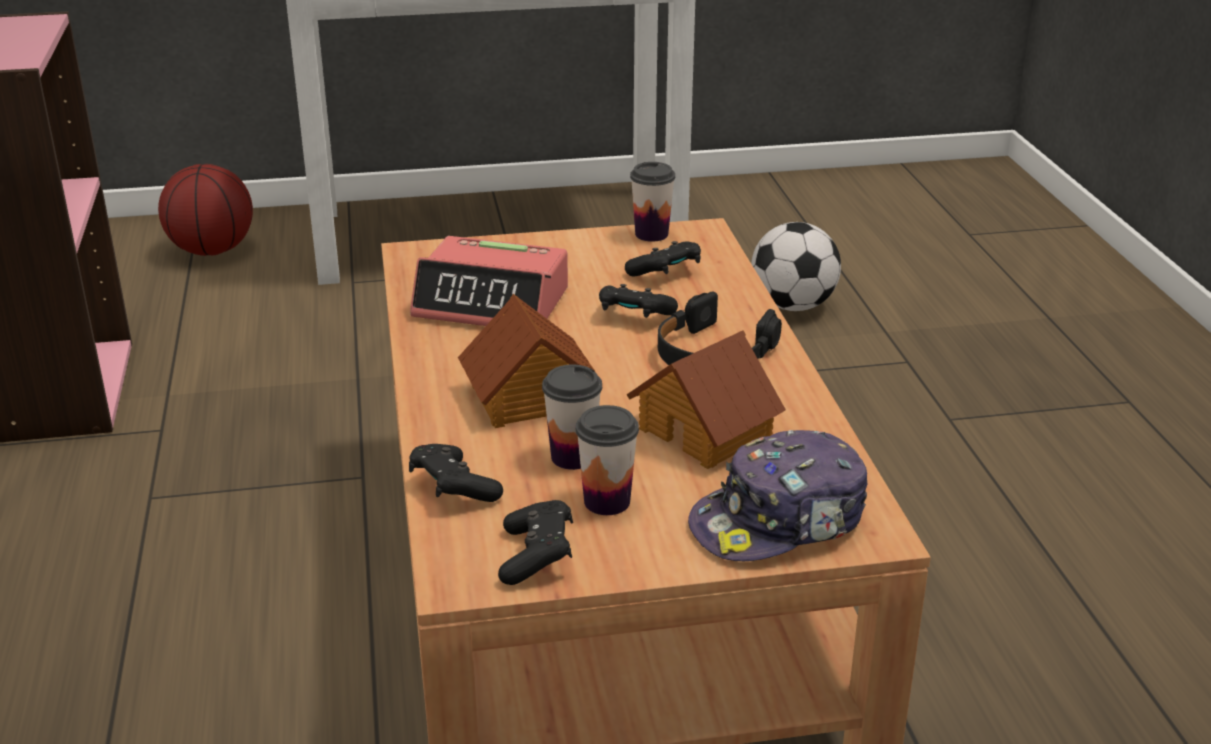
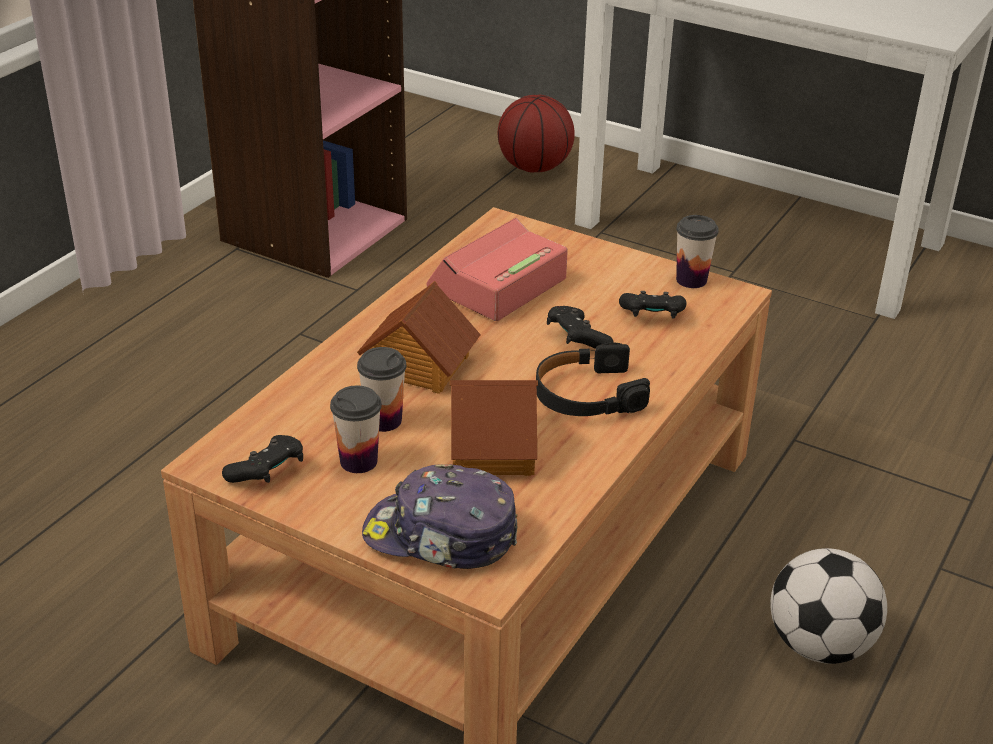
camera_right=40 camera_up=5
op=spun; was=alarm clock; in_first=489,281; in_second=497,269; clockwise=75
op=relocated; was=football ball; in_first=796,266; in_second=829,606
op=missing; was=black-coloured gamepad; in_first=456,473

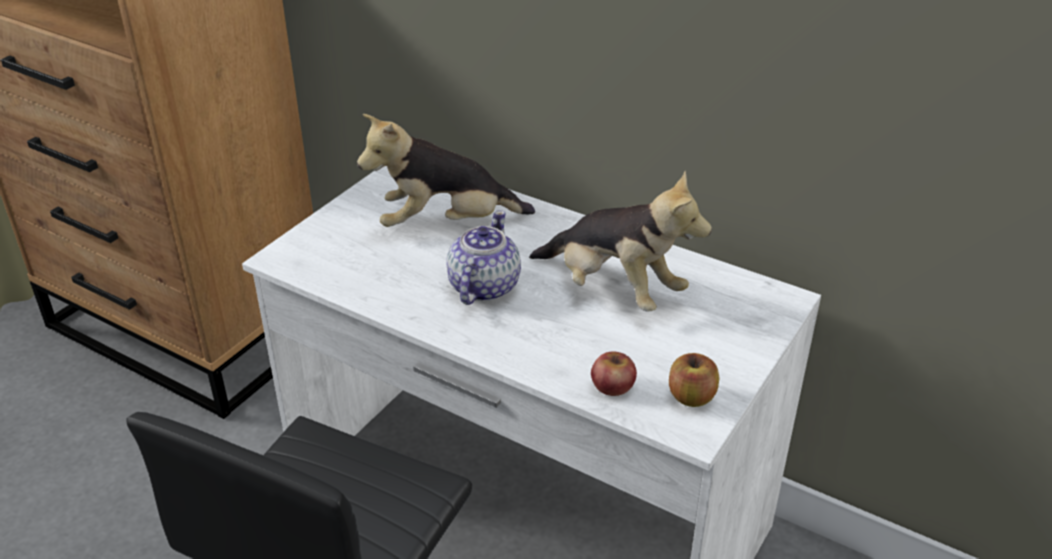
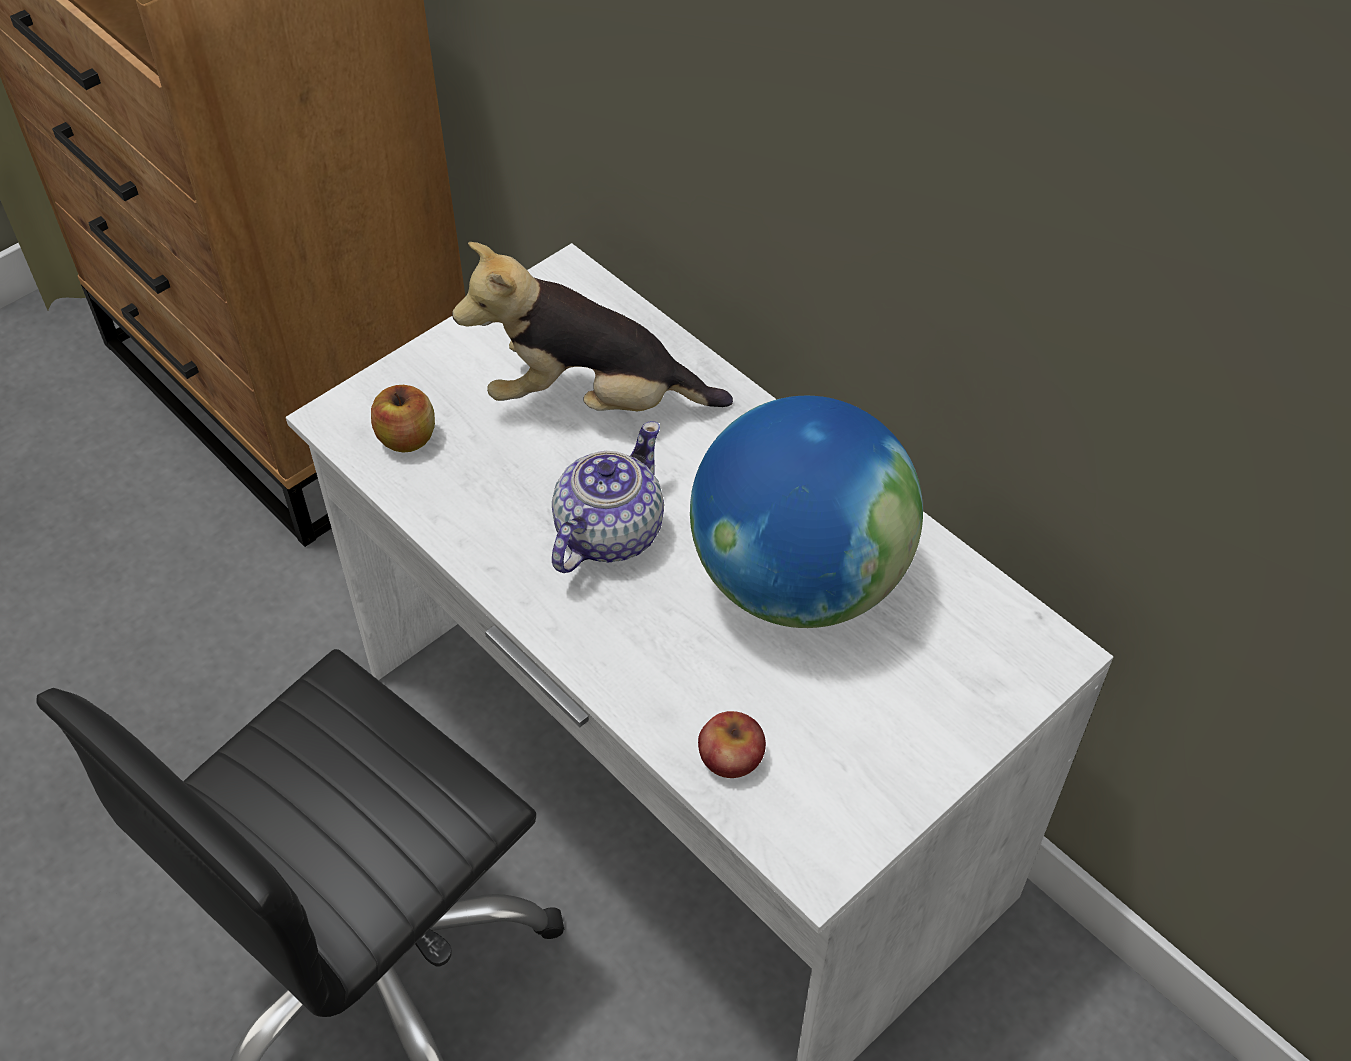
camera_right=15 camera_up=15
op=relocated; was=whole apple; in_first=694,380; in_second=403,419
op=exchanged; was=plush toy; now=globe; in_first=620,241; in_second=806,512

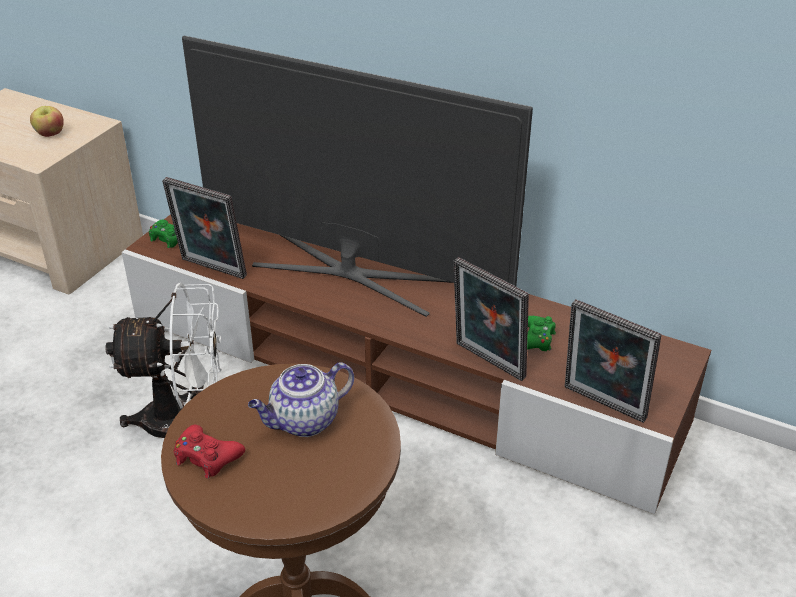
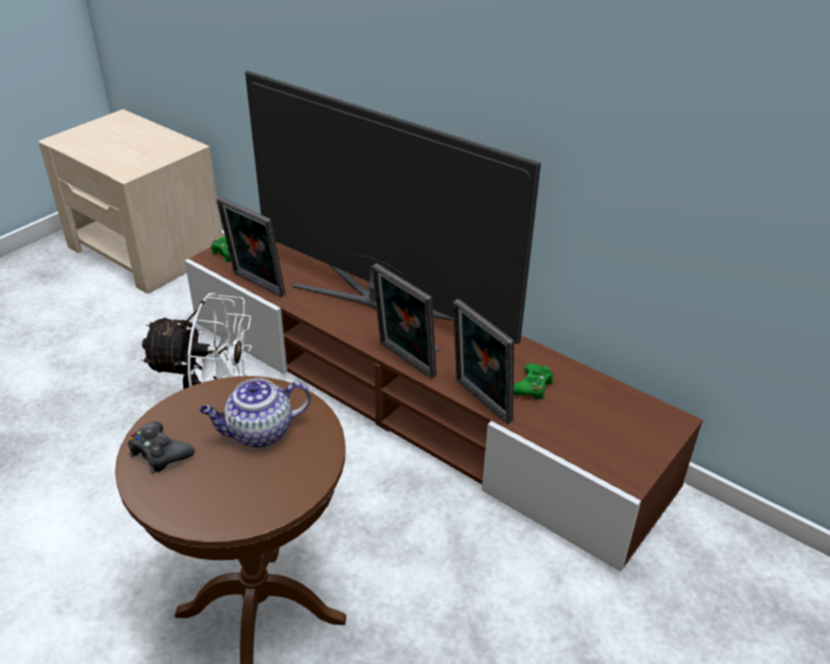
camera_right=10 camera_up=0
op=colour; was=red gamepad; now=black-coloured gamepad; in_first=209,452; in_second=161,447
op=relocated; was=photo frame; in_first=613,361; in_second=404,321
op=missing; was=whole apple; in_first=47,121

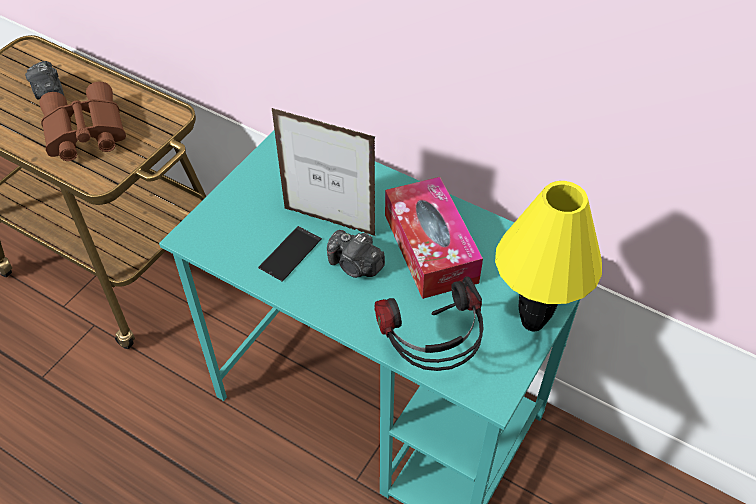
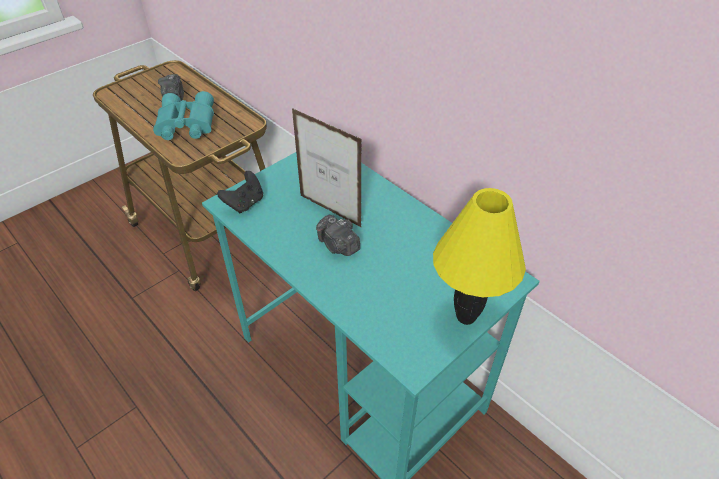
camera_right=15 camera_up=-5
op=colour; was=brown binoculars; now=turquoise-coloured binoculars; in_first=82,121; in_second=183,115
op=appeared; now=black-coloured gamepad; in_second=240,192
op=missing; was=handset; in_first=290,254
op=missing; was=headset; in_first=429,323
op=missing; was=tissue box; in_first=434,238

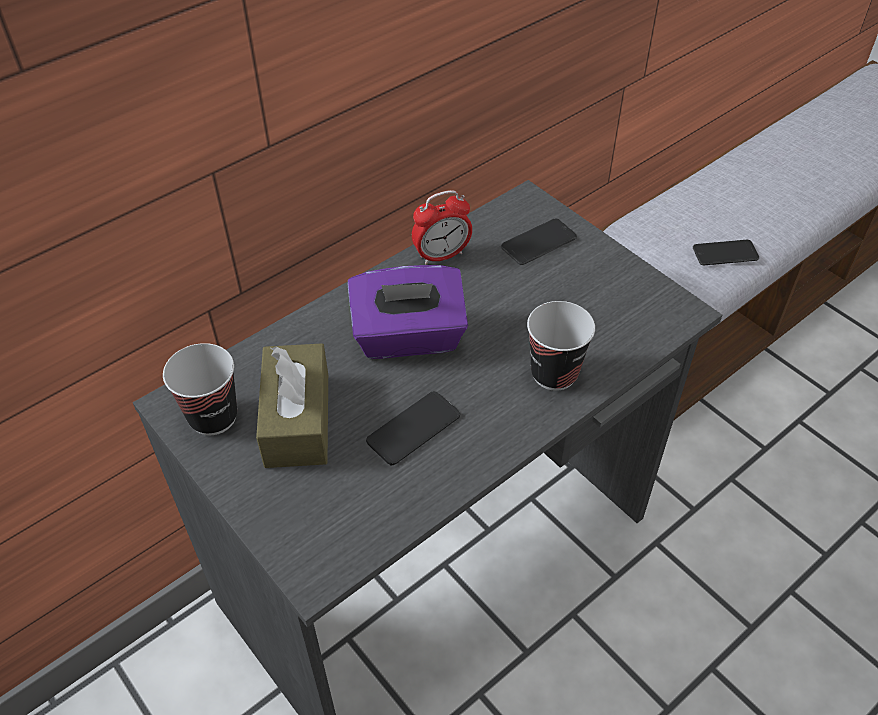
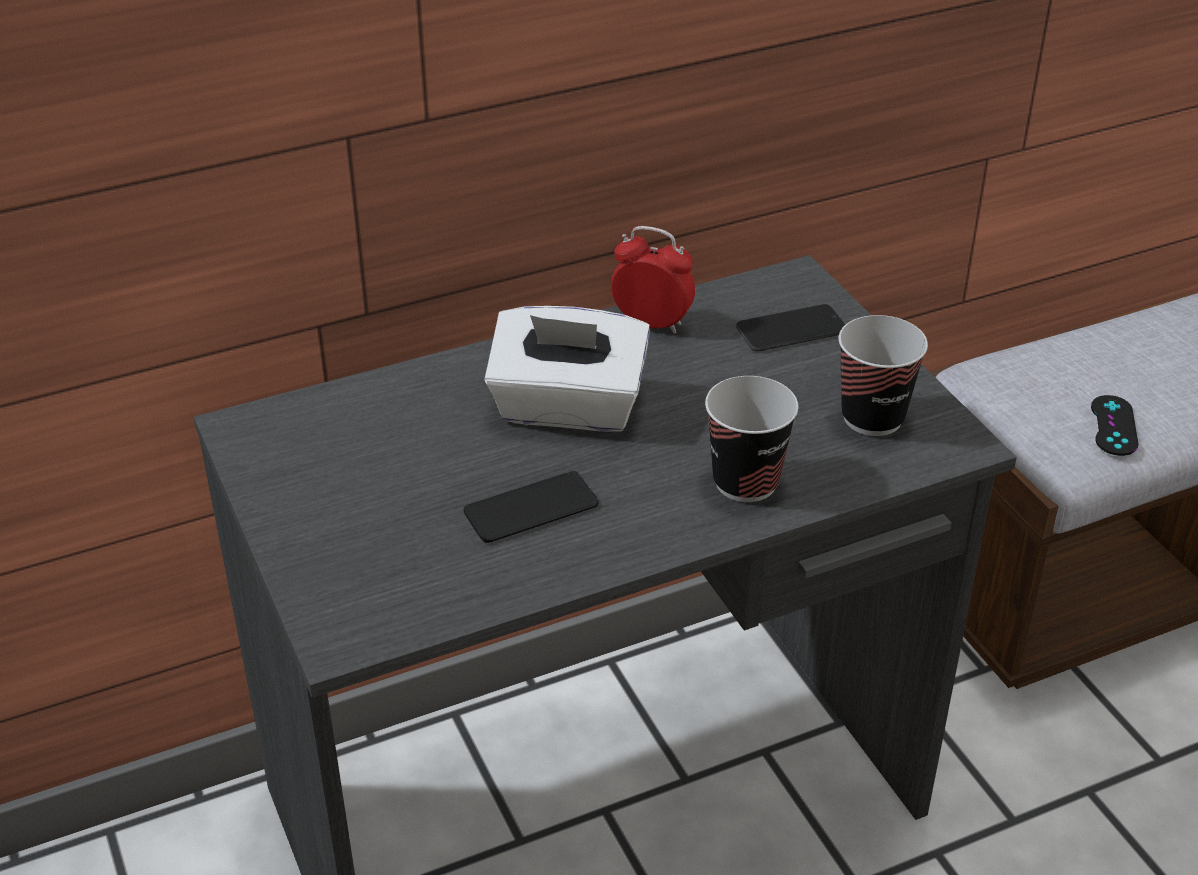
camera_right=15 camera_up=-10
op=colour; was=purple tissue box; now=whitish tissue box; in_first=408,312; in_second=567,369
op=spun; was=alarm clock; in_first=442,227; in_second=653,280; clockwise=-150
op=relocated; was=small cup; in_first=200,389; in_second=883,375
op=exchanged; was=handset; now=black-coloured gamepad; in_first=726,252; in_second=1114,425
op=missing; was=brown tissue box; in_first=292,405

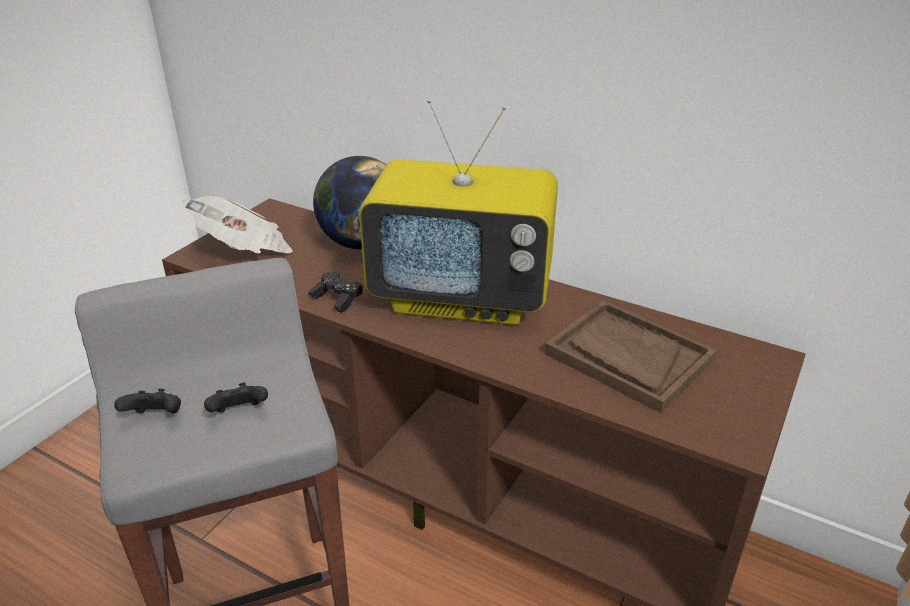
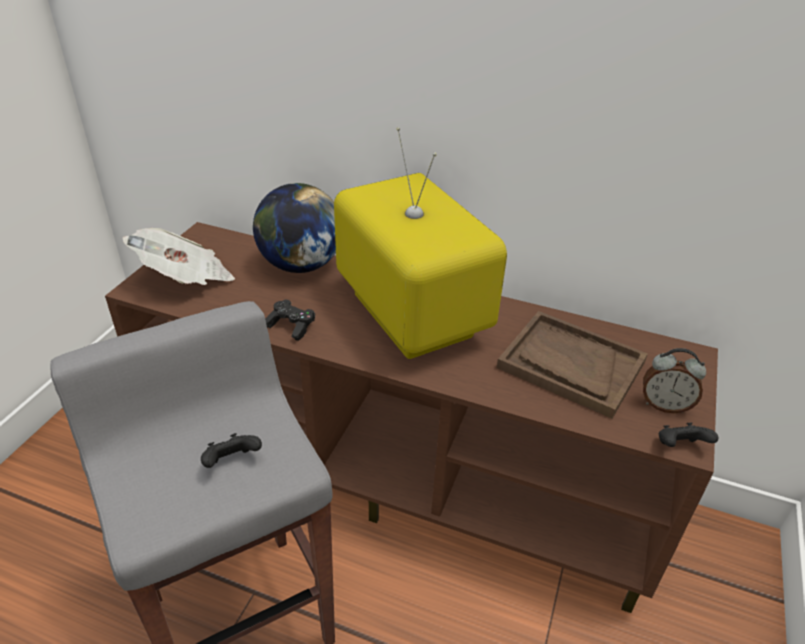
camera_right=-10 camera_up=5
op=spun; was=TV set; in_first=458,212; in_second=420,243; clockwise=-120
op=appeared; now=alarm clock; in_second=674,380
op=relocated; was=black-coloured gamepad; in_first=147,401; in_second=688,434

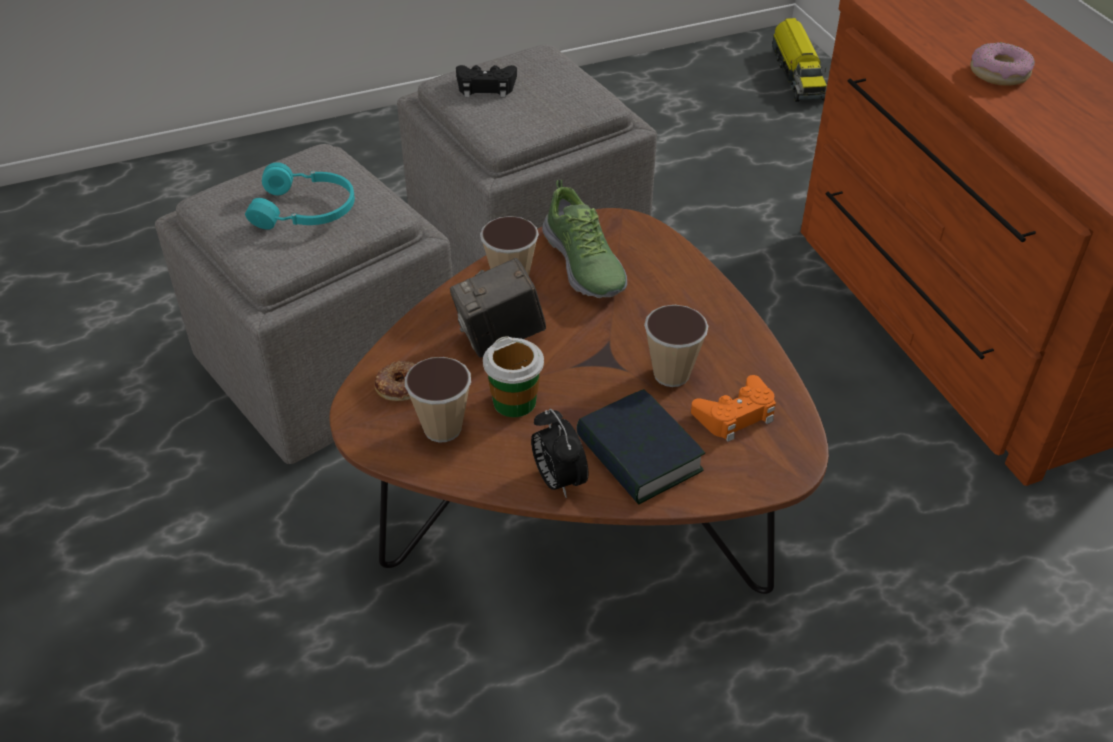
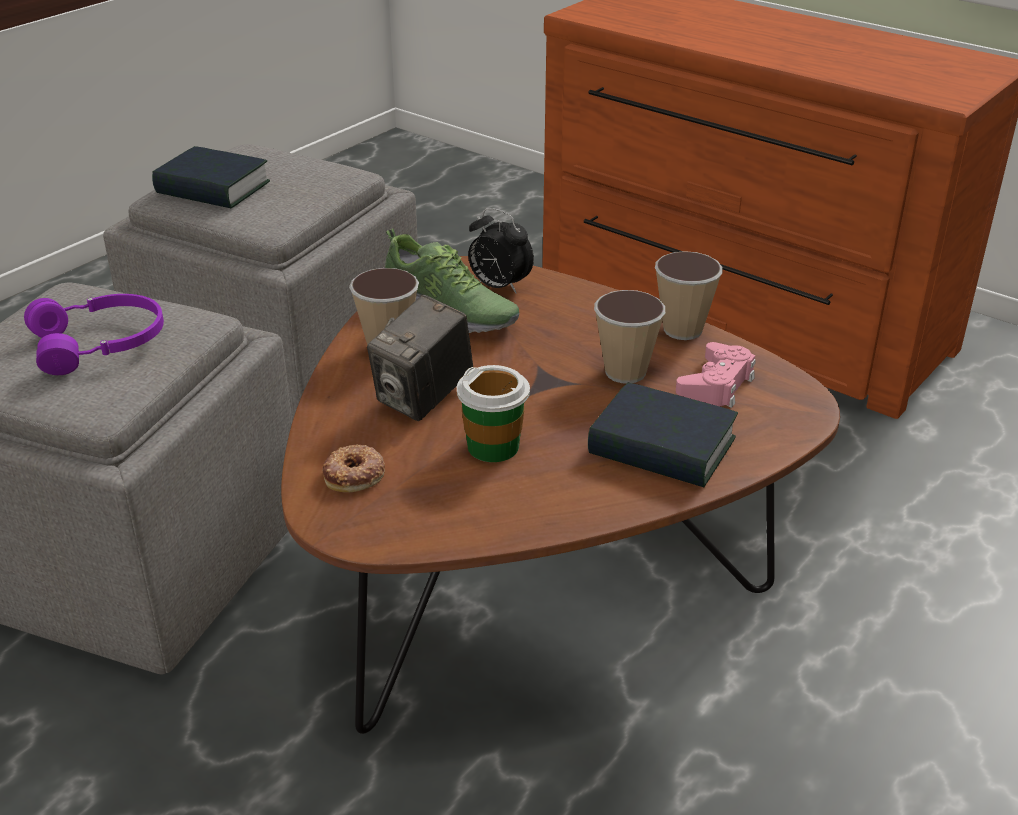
camera_right=-30 camera_up=-10
op=colour; was=turquoise-coloured headset; now=purple headset; in_first=300,196; in_second=94,334
op=exchanged; was=black-coloured gamepad; now=book; in_first=486,81; in_second=211,177
op=relocated; was=alarm clock; in_first=559,453; in_second=501,251
op=relocated; was=small cup; in_first=438,400; in_second=689,295
op=colour; was=orange gamepad; now=pinkish gamepad; in_first=733,408; in_second=716,375
op=missing; was=toy truck; in_first=799,60
op=missing; was=ring doughnut; in_first=1002,64

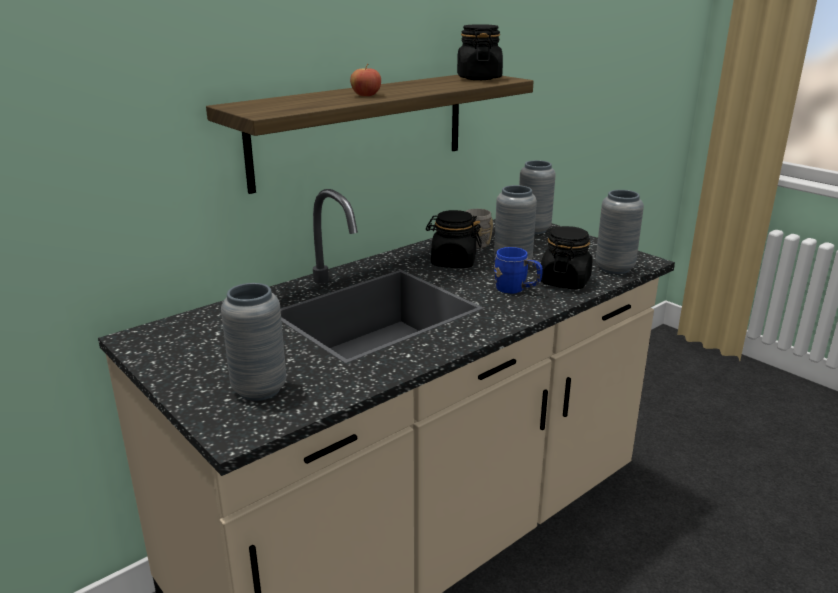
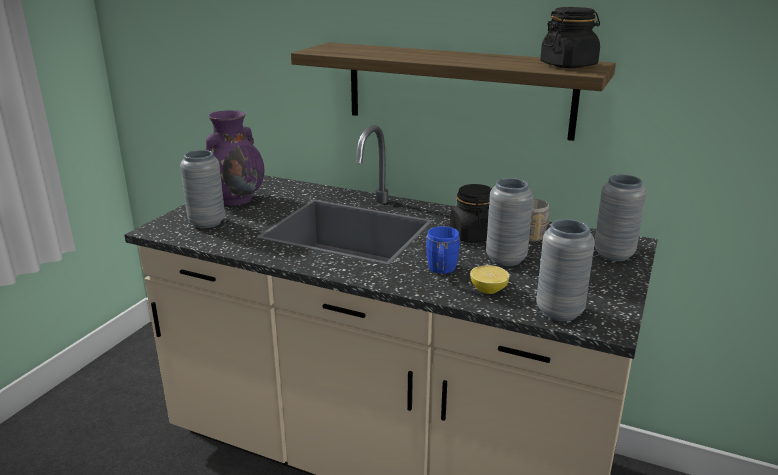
camera_right=65 camera_up=0
op=appeared; now=purple flower vase; in_second=234,158
op=exchanged; was=black-coloured storage jar; now=whole lemon; in_first=566,257; in_second=489,279
op=missing; was=whole apple; in_first=365,80

